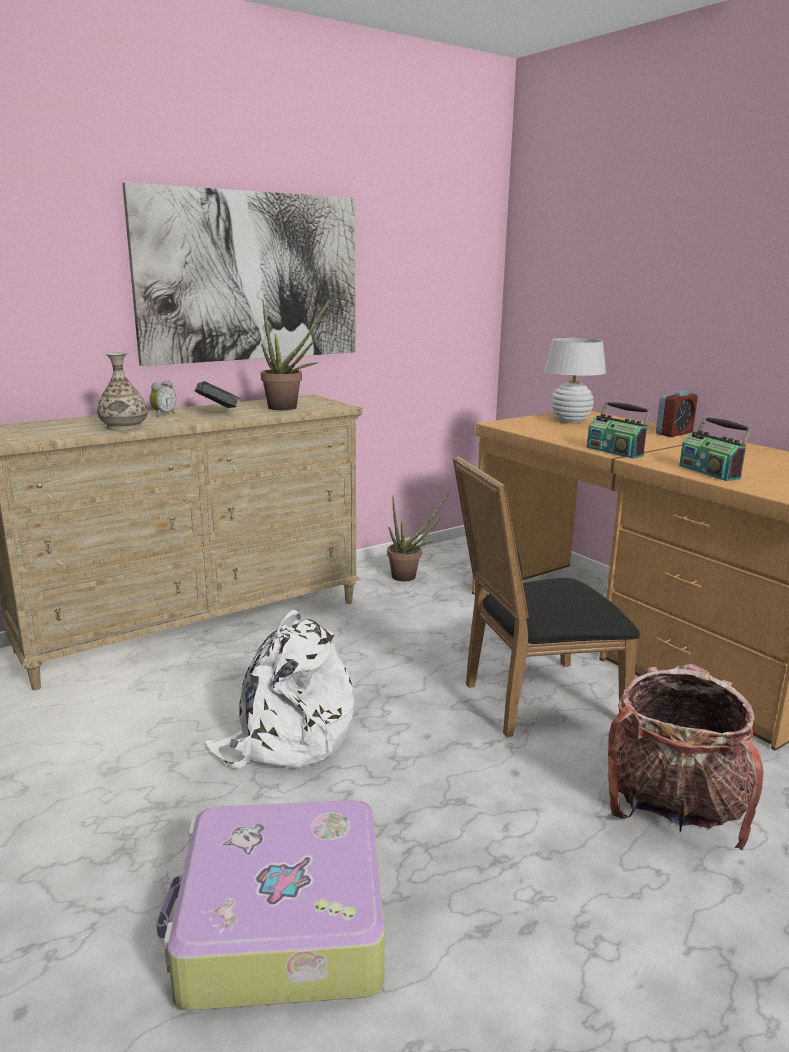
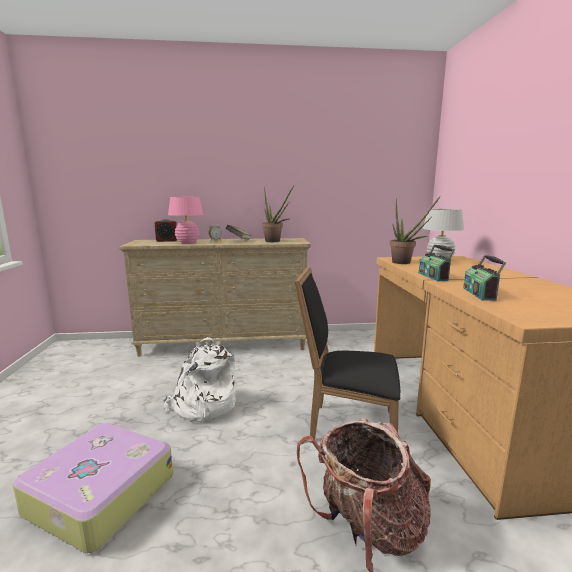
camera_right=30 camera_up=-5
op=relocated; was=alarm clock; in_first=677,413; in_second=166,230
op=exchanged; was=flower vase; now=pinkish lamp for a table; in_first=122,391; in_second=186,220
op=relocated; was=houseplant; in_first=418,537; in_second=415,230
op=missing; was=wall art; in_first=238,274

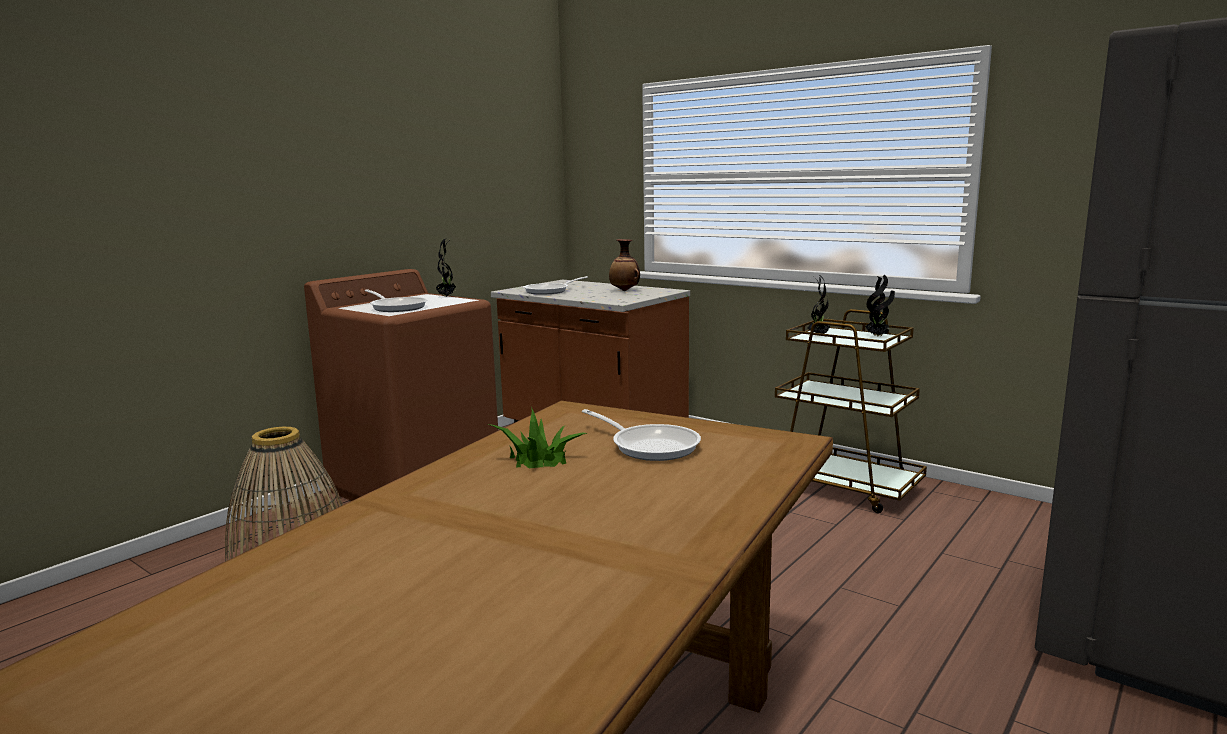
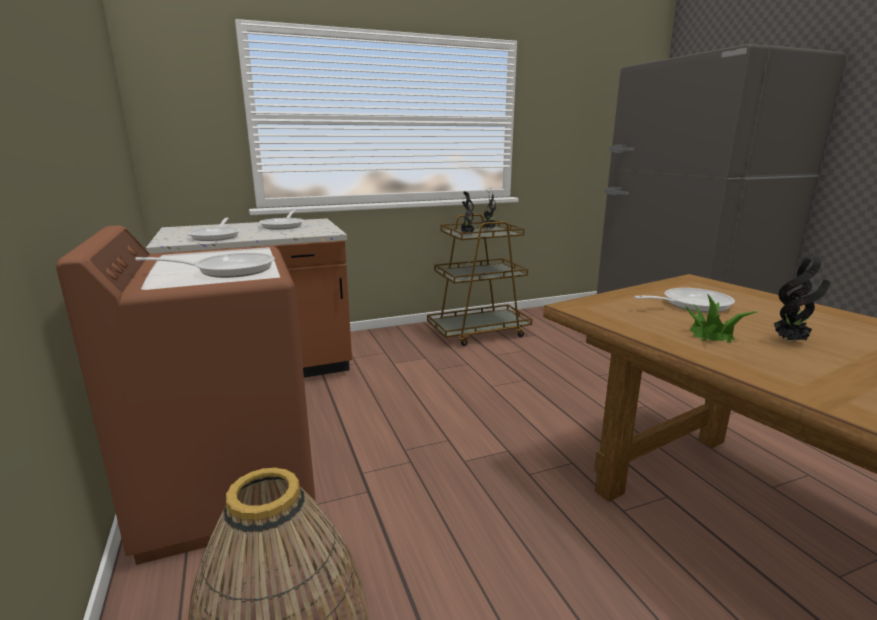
camera_right=-60 camera_up=5
op=exchanged; was=flower vase; now=skillet; in_first=624,265; in_second=281,219
op=relocated; was=houseplant; in_first=446,268; in_second=802,298

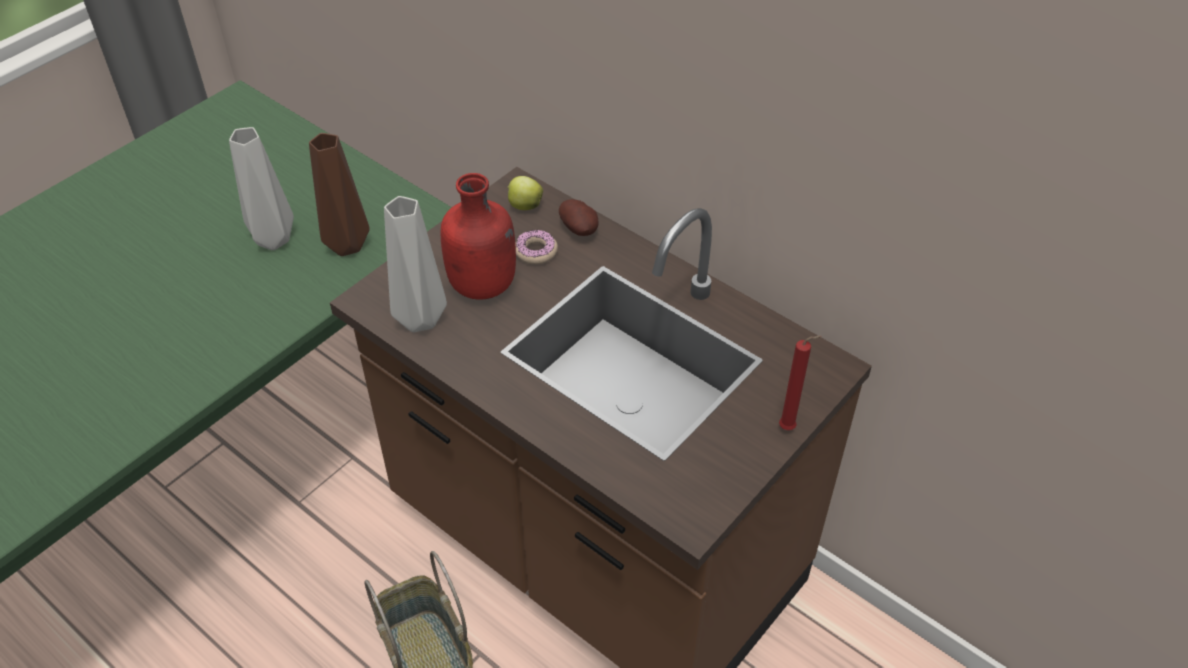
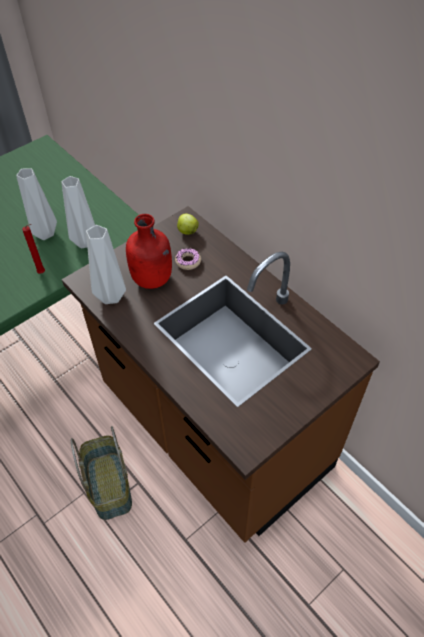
camera_right=10 camera_up=5
op=relocated; was=red wax candle; in_first=800,382; in_second=33,249
op=colour; was=brown flower vase; now=grey flower vase; in_first=339,194; in_second=78,212
op=missing; was=potato; in_first=579,217

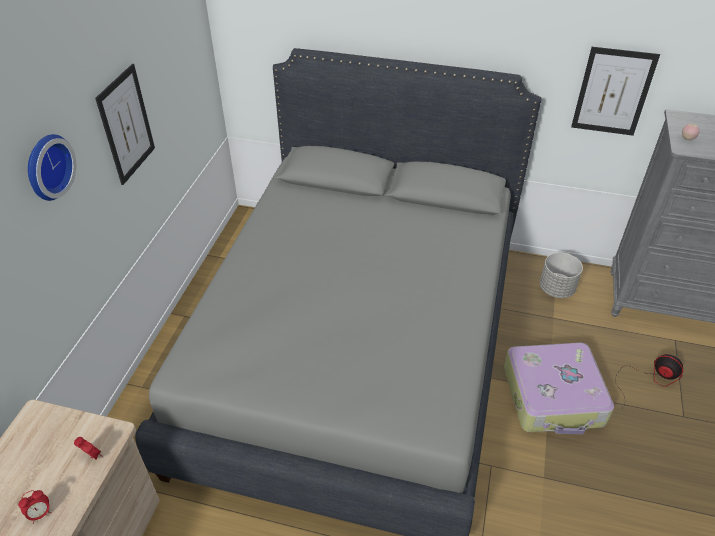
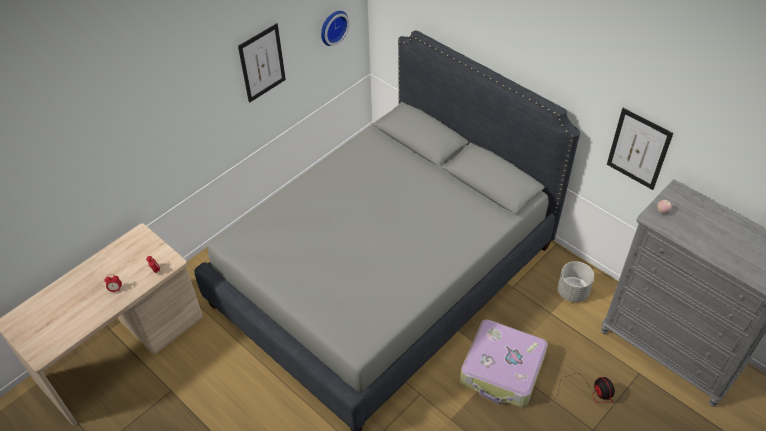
camera_right=30 camera_up=5
op=relocated; was=clock on the wall; in_first=52,167; in_second=335,28

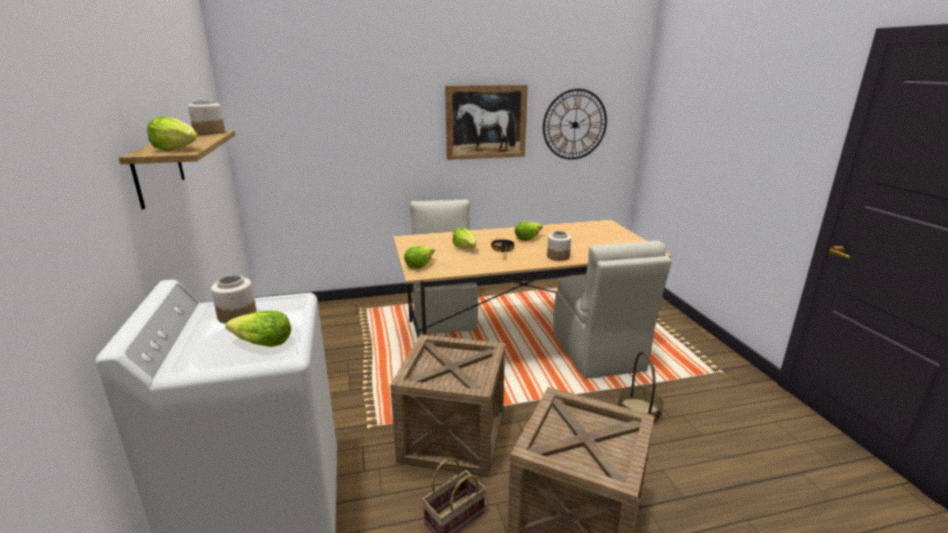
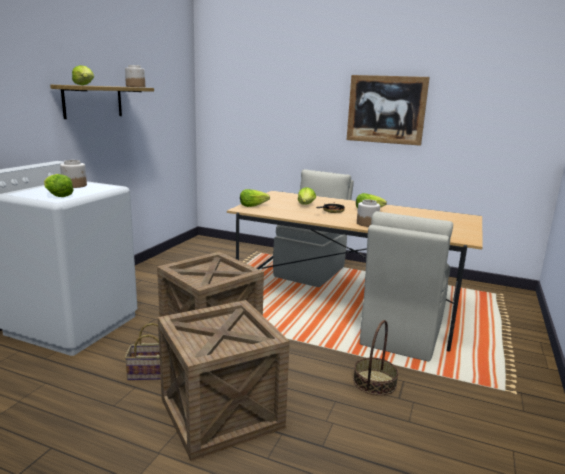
camera_right=35 camera_up=-5
op=missing; was=clock on the wall; in_first=575,124

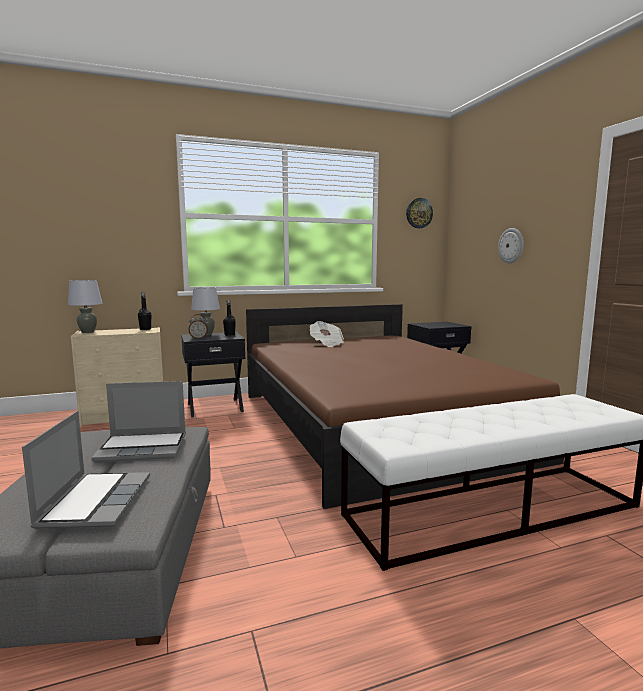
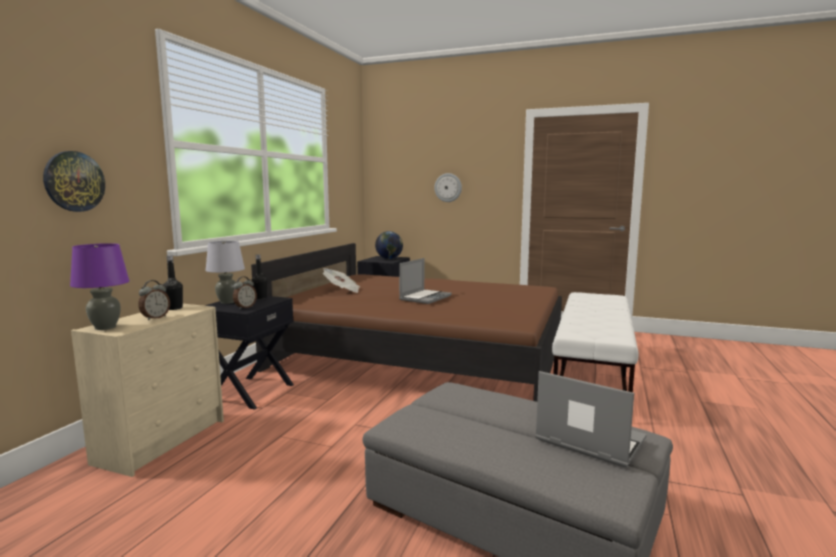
camera_right=-50 camera_up=0
op=relocated; was=clock on the wall; in_first=419,213; in_second=74,181
op=colour; was=grey lamp for a table; now=purple lamp for a table; in_first=85,306; in_second=100,286
op=appeared; now=alarm clock; in_second=154,300
op=appeared; now=globe; in_second=389,245
op=relocated; was=laptop; in_first=138,421; in_second=425,281

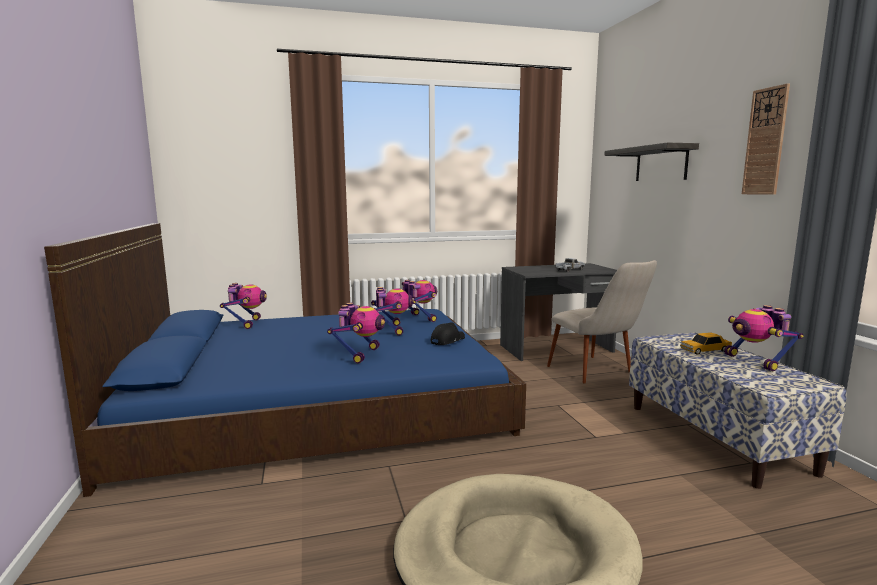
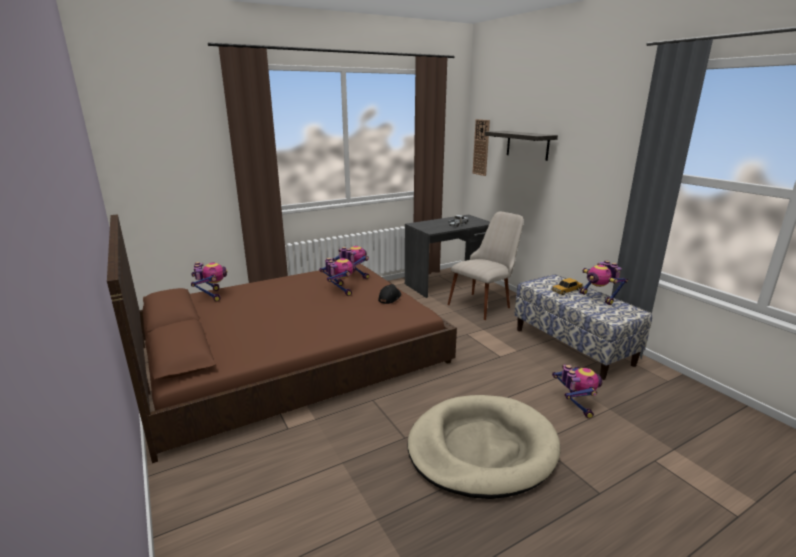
camera_right=-15 camera_up=10
op=colour; was=blue bed; now=brown bed; in_first=285,360; in_second=282,338
op=spun; was=beige chair; in_first=602,321; in_second=486,266; clockwise=-90
op=relocated; was=clock on the wall; in_first=766,139; in_second=481,147
op=relocated; was=toy robot; in_first=356,333; in_second=577,392

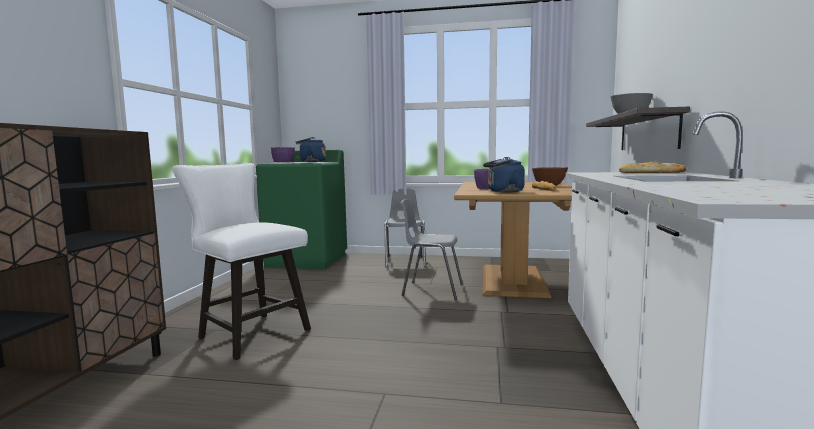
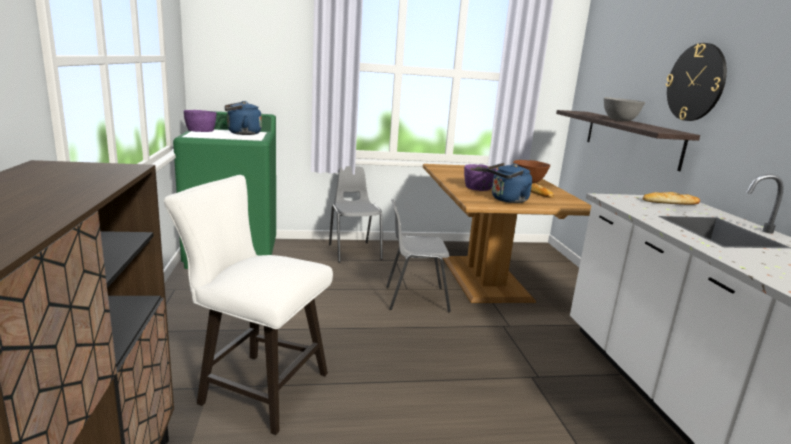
camera_right=-20 camera_up=10
op=appeared; now=clock on the wall; in_second=696,82

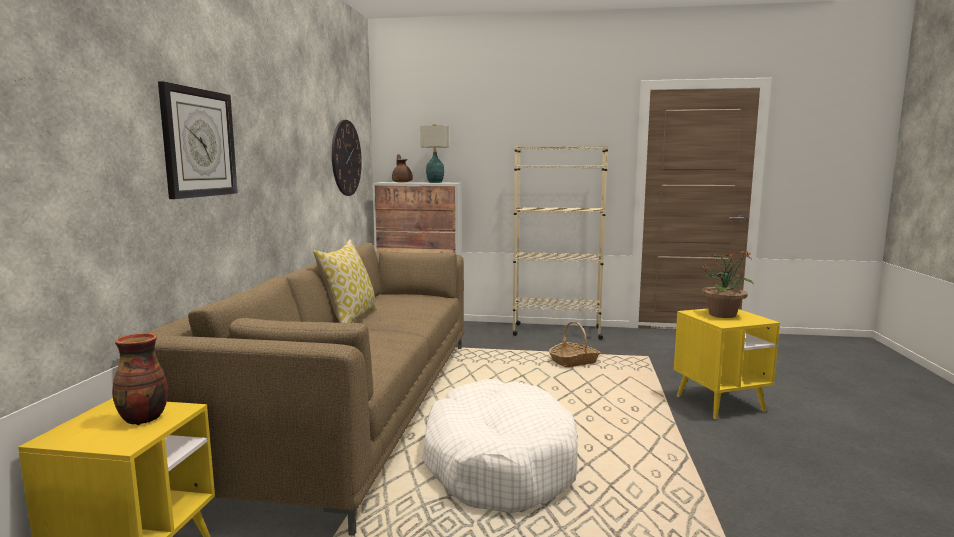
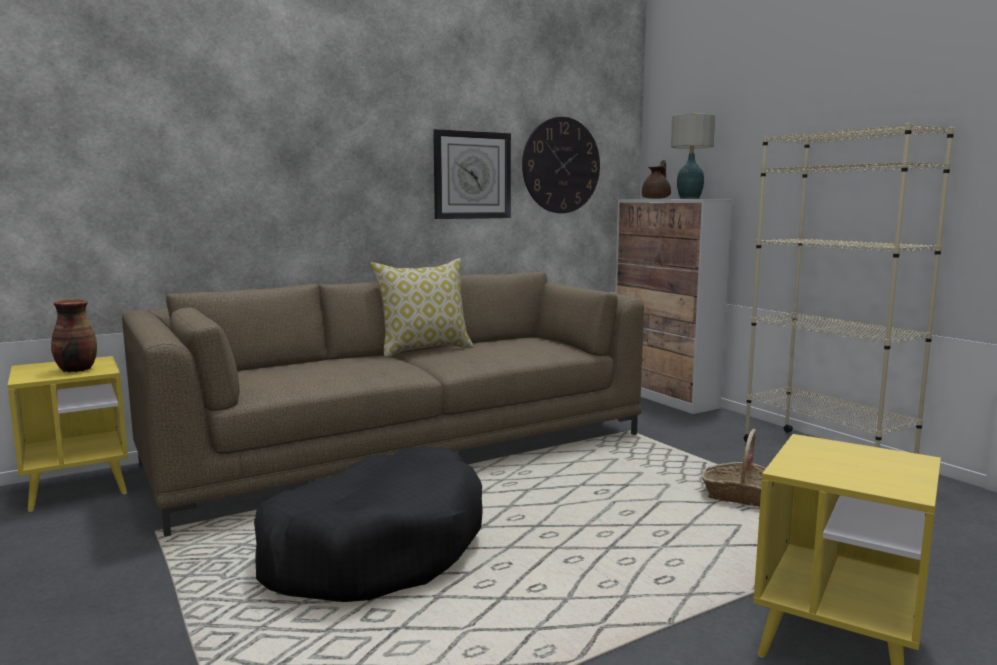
camera_right=50 camera_up=0
op=colour; was=whitish pet bed; now=black-coloured pet bed; in_first=500,446; in_second=368,524
op=relocated; was=clock on the wall; in_first=198,140; in_second=472,174
op=missing; was=houseplant; in_first=727,284

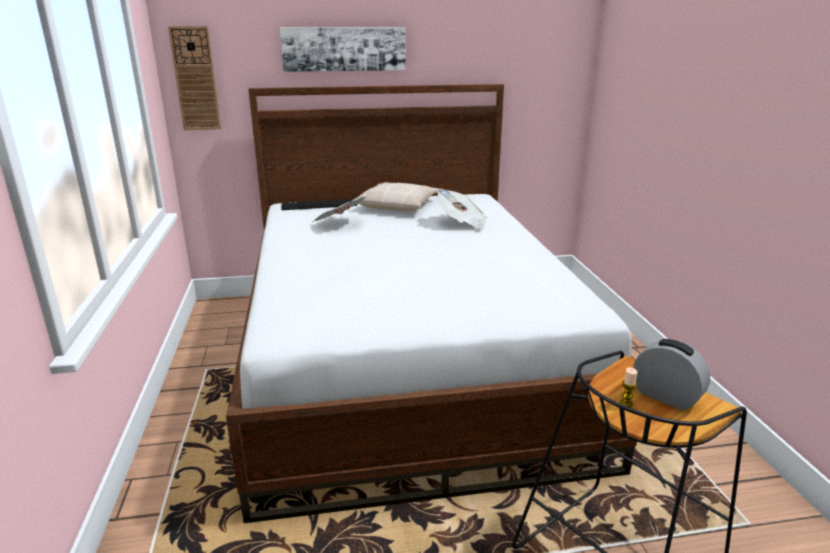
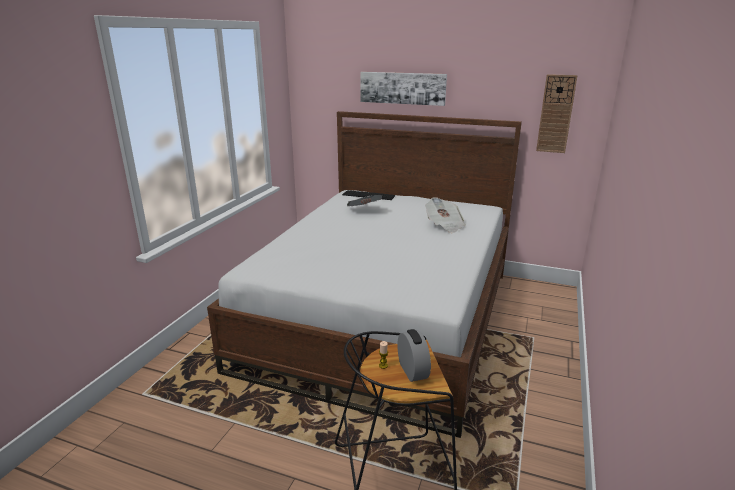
camera_right=30 camera_up=0
op=relocated; was=clock on the wall; in_first=194,78; in_second=557,113
op=missing; was=beige cushion; in_first=396,197

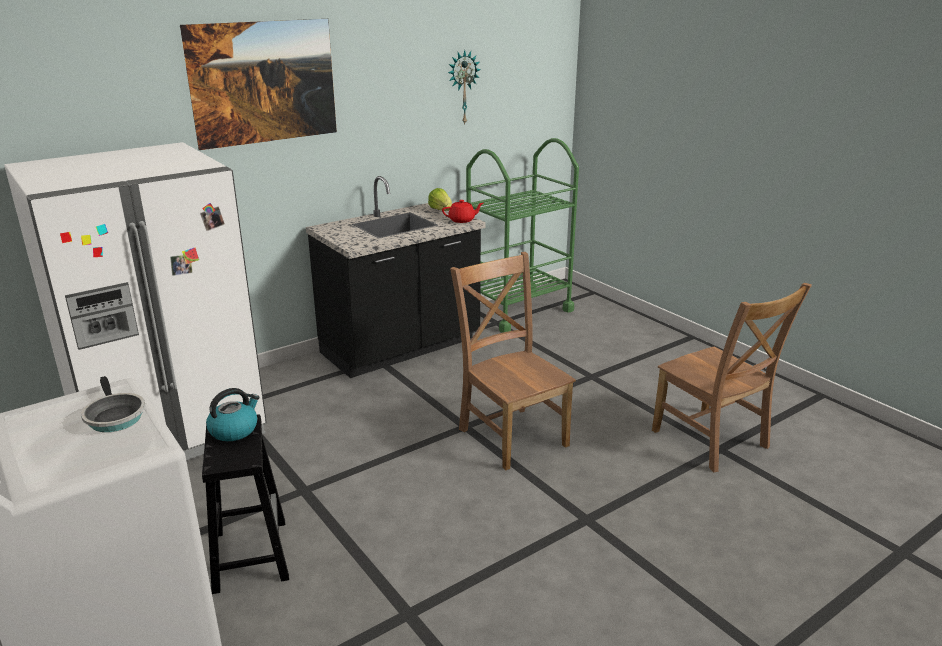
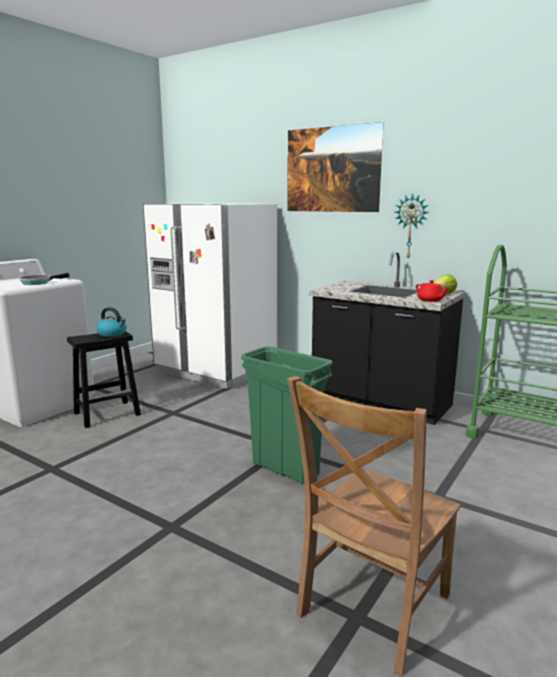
camera_right=70 camera_up=-10
op=exchanged; was=brown chair; now=green trash can; in_first=513,361; in_second=286,415
op=relocated; was=clock on the wall; in_first=464,87; in_second=412,225

